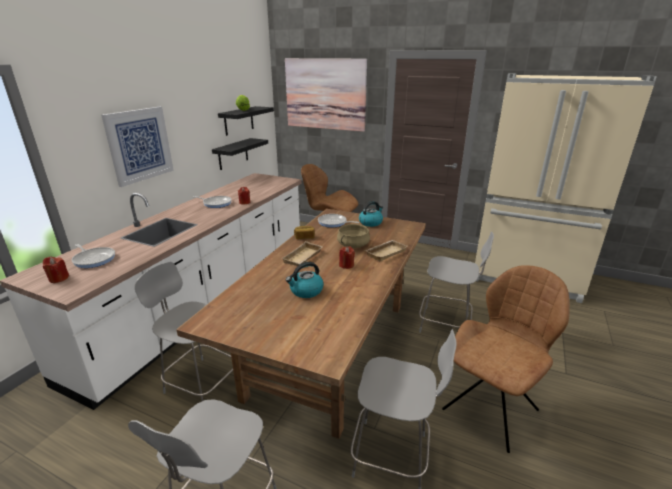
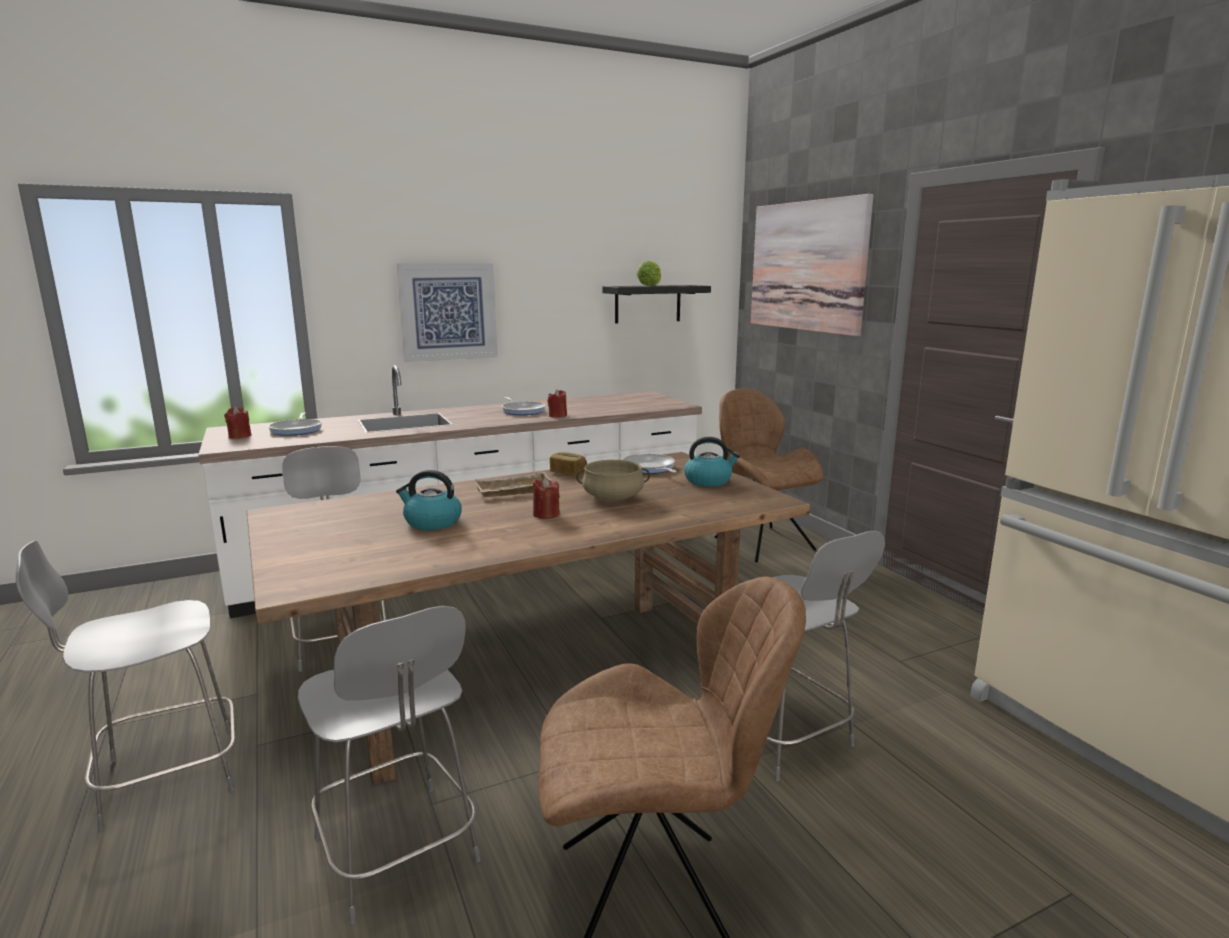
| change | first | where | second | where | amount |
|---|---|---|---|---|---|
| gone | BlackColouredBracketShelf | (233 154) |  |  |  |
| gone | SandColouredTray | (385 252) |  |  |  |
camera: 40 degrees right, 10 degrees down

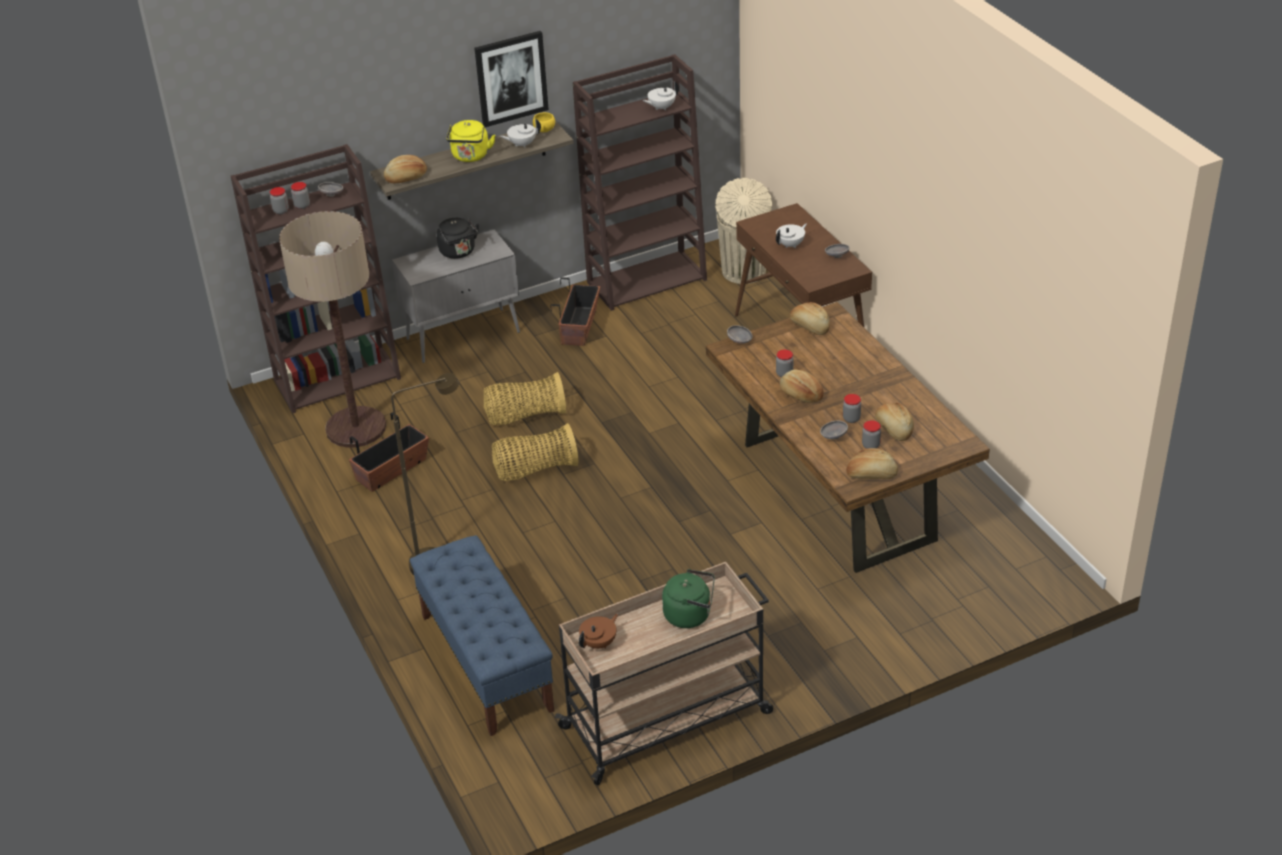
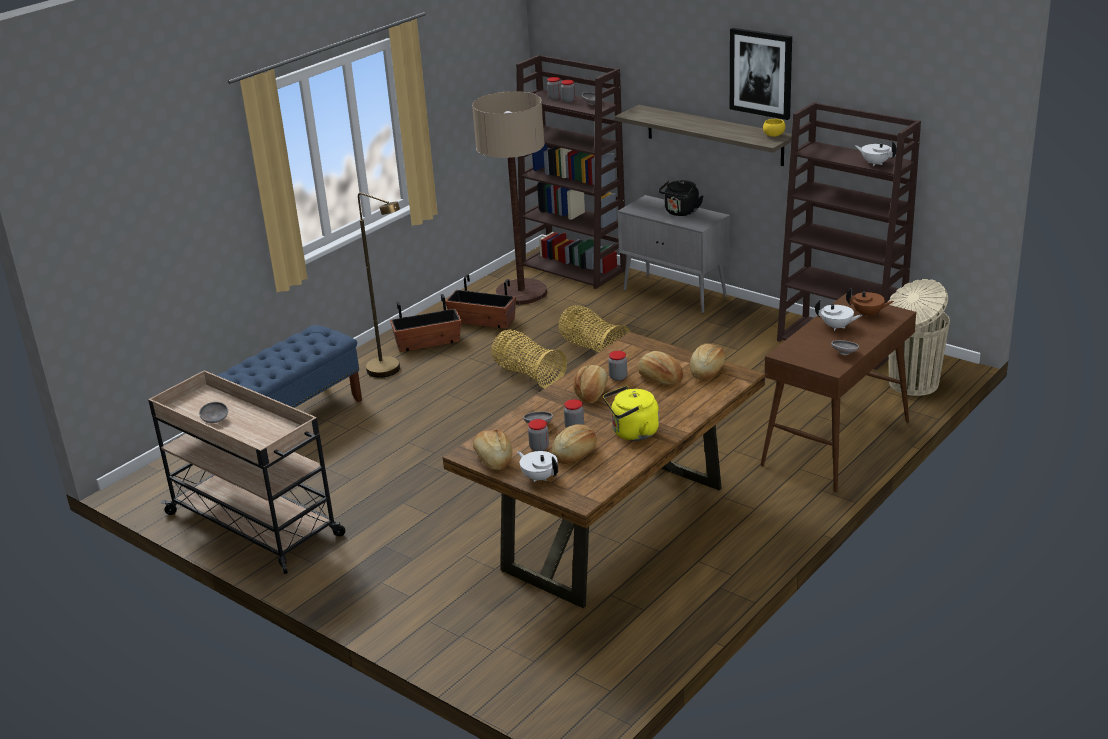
| change | first | where | second | where | amount |
|---|---|---|---|---|---|
| shifted | WhitishPotForTea | (522 144) |  | (539 477) |  |
| shifted | YellowTeaKettle | (470 157) |  | (632 433) |  |
| shifted | Bread | (406 177) |  | (660 378) |  |
| shifted | PlantPot | (580 327) |  | (428 342) |  |
| shifted | GrayServingBowl | (740 341) |  | (215 420) |  |
| gone | GreenTeaKettle | (690 615) |  |  |  |
| shifted | BrownColouredPotForTea | (599 643) |  | (868 314) |  |
camera: 65 degrees right, 10 degrees down

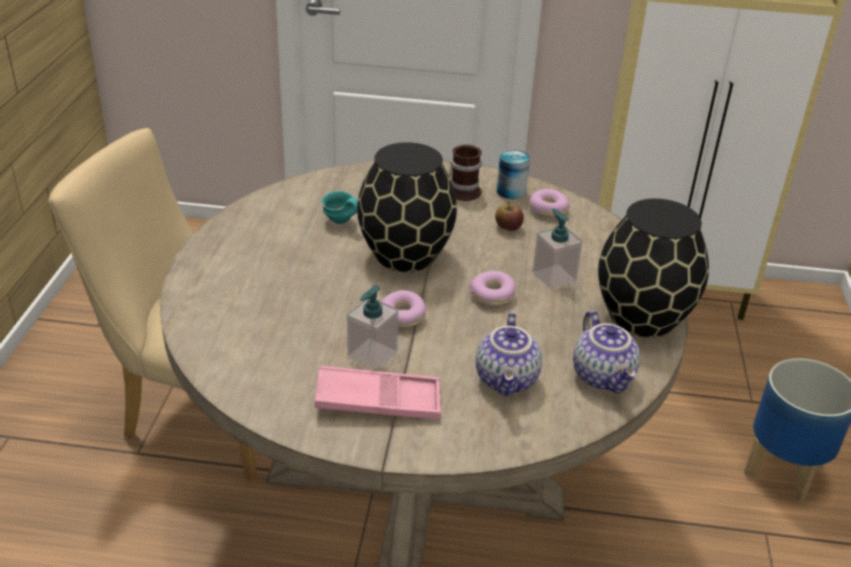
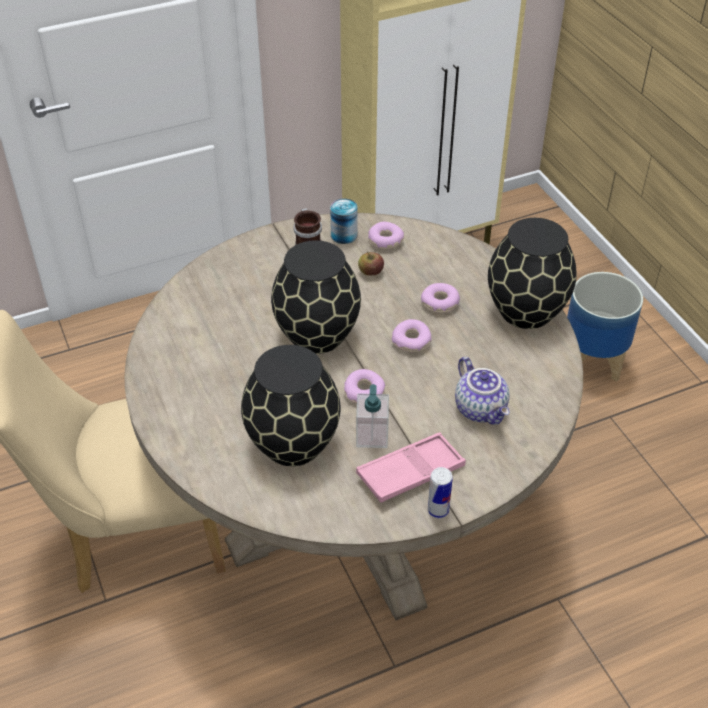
| change | first | where | second | where | amount |
|---|---|---|---|---|---|
| gone | TurquoiseColouredMug | (340 223) |  |  |  |
| swapped | SoapDispenser | (553 276) | Donut | (440 303) |  |
| gone | PotForTea | (604 377) |  |  |  |
| new |  |  | BlackColouredFlowerVase | (291 443) |  |
| new |  |  | SealedCan | (438 510) |  |
camera: 30 degrees left, 10 degrees up

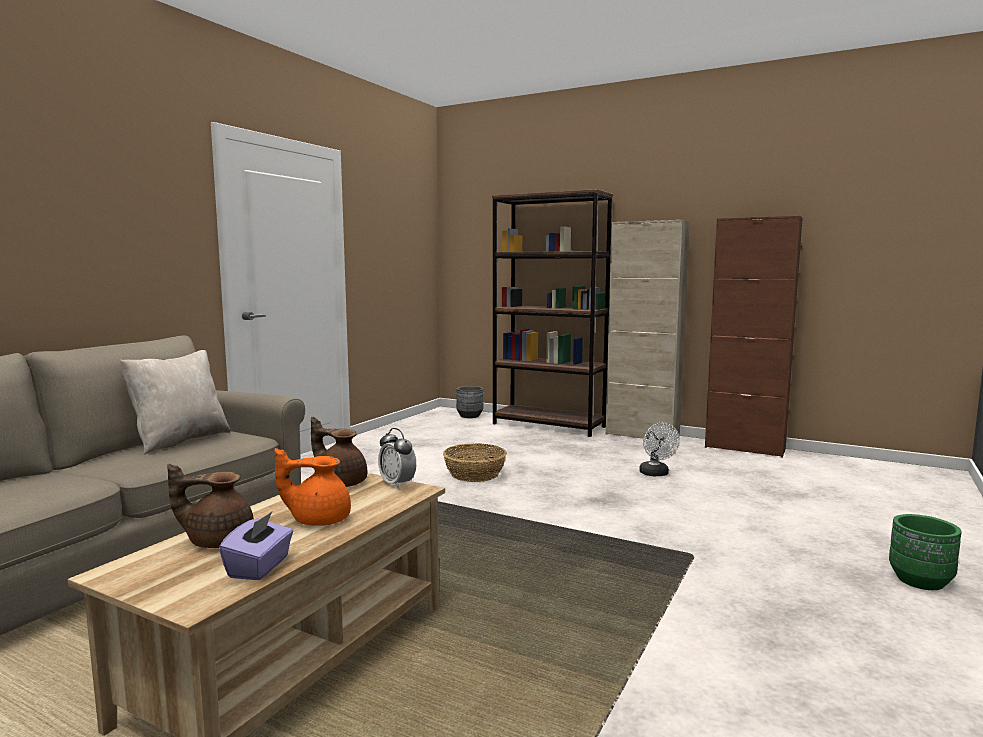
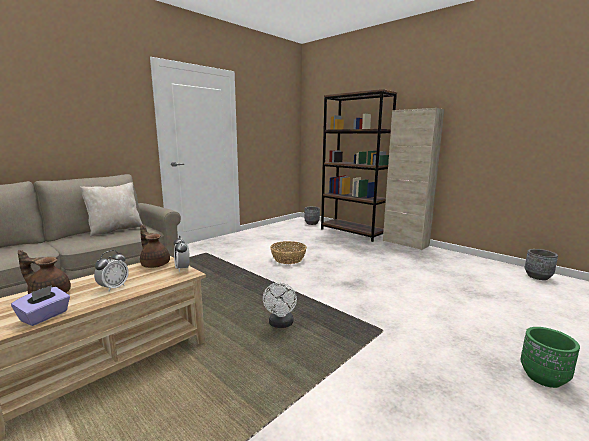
| change | first | where | second | where | amount |
|---|---|---|---|---|---|
| gone | BrownColouredCabinet | (744 448) |  |  |  |
| shifted | WhitishCoolingFan | (656 474) |  | (280 324) |  |
| swapped | OrangeyPotForTea | (318 520) | AlarmClock | (113 288) |  |
| new |  |  | GrayPlantPot | (538 276) |  |
camera: 15 degrees right, 5 degrees up

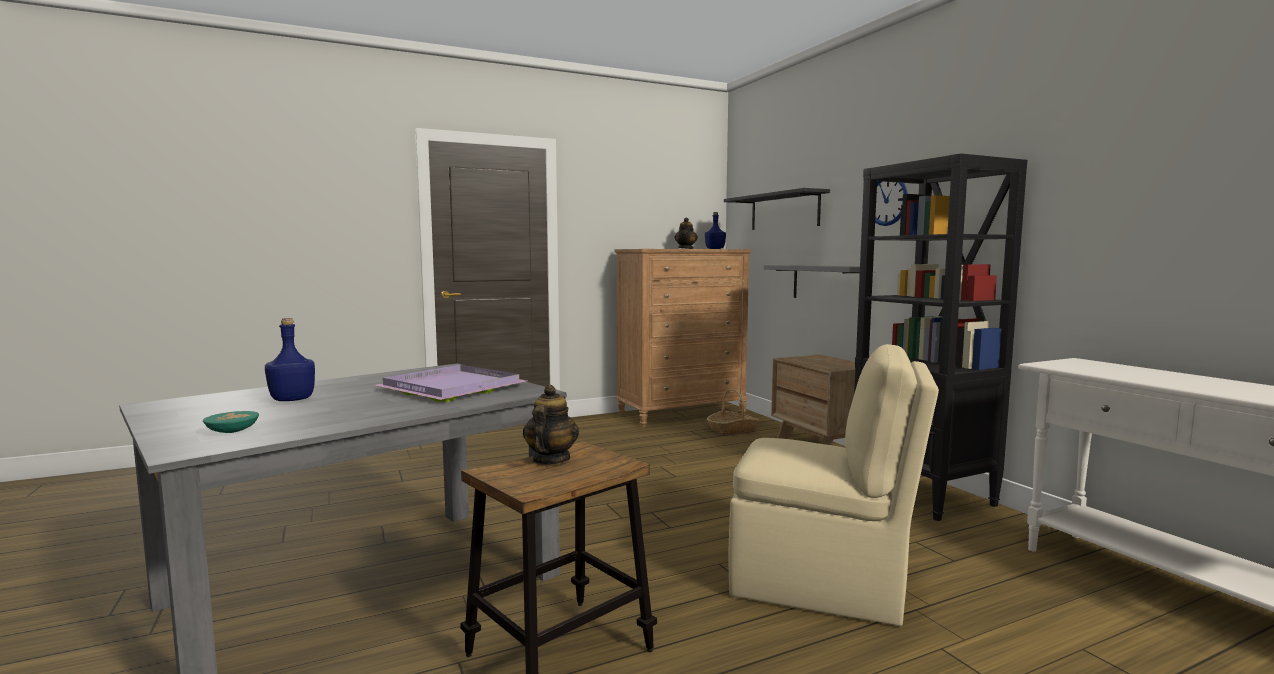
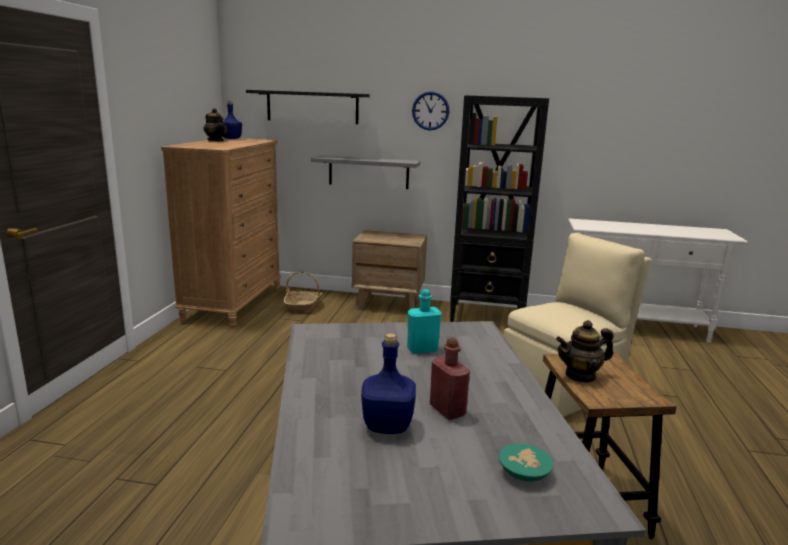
| change | first | where | second | where | amount |
|---|---|---|---|---|---|
| swapped | PurpleColouredTray | (452 387) | TurquoiseColouredBeverageBottle | (422 349) |  |
| rotated | PotForTea | (550 460) |  | (580 375) | 60 degrees counterclockwise |
| new |  |  | RedColouredBeverageBottle | (447 410) |  |
camera: 55 degrees left, 10 degrees up

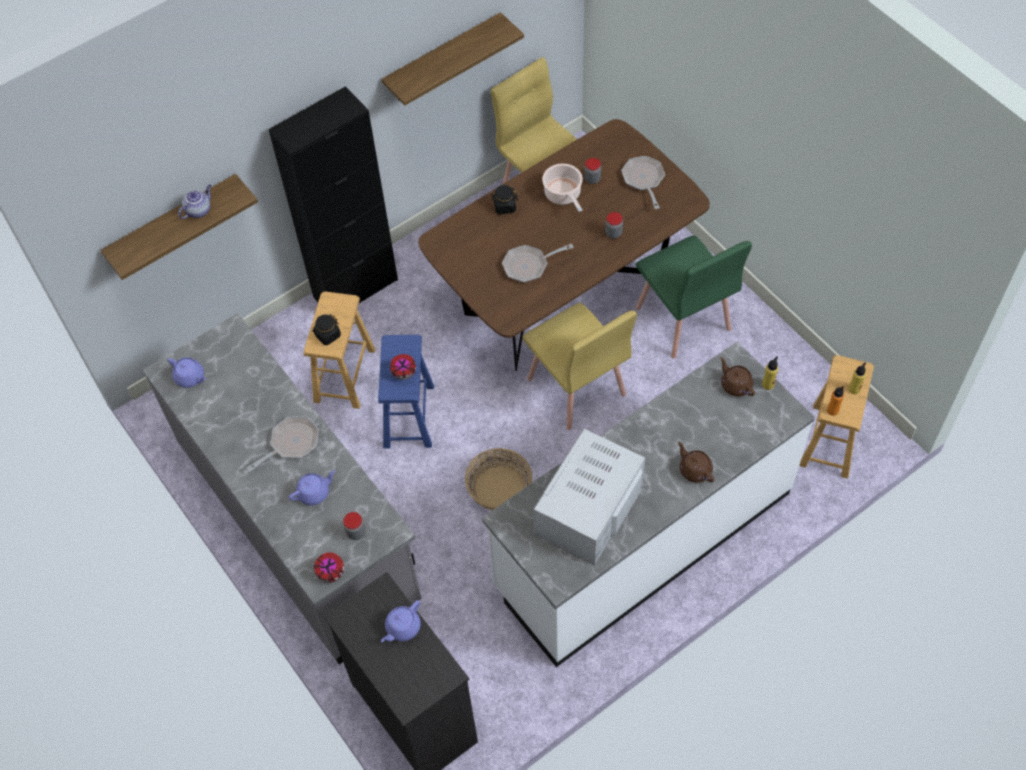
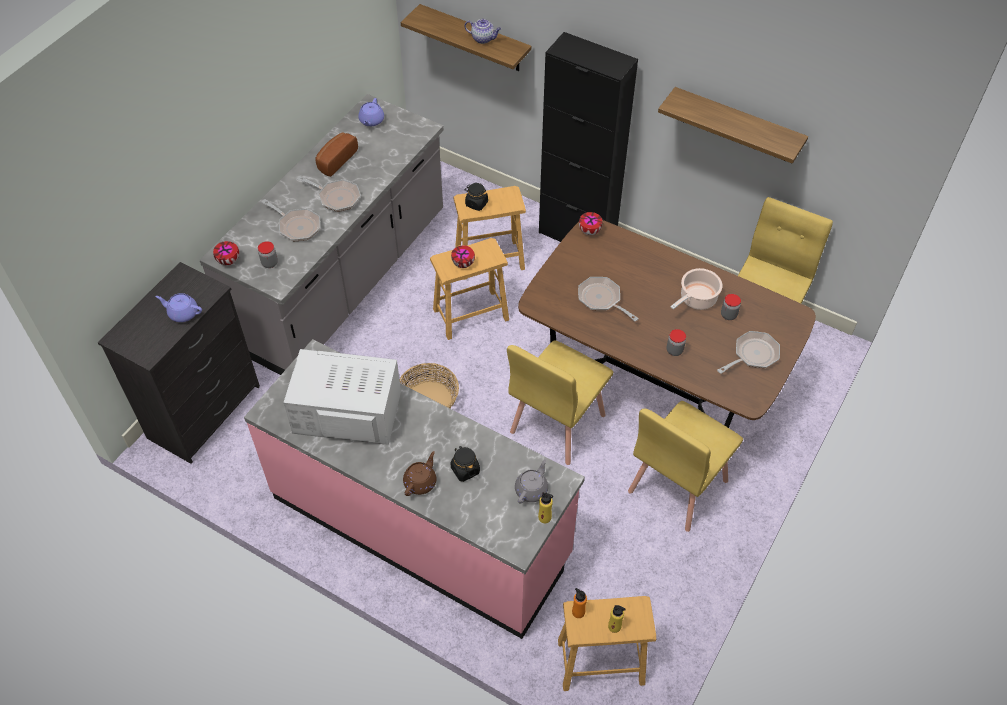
| change | first | where | second | where | amount |
|---|---|---|---|---|---|
| shifted | BlackColouredJar | (504 206) |  | (465 470) |  |
| repainted | GreenChair | (683 319) | YellowChair | (676 486) |  |
| repainted | BluishStoolSeat | (408 416) | BrownColouredStoolSeat | (470 314) |  |
| repainted | WhitishKitchenBaseUnit | (642 540) | PinkishKitchenBaseUnit | (421 526) |  |
| repainted | BrownColouredPotForTea | (735 385) | GrayPotForTea | (532 489) |  |
| swapped | PurpleColouredPotForTea | (314 492) | Pan | (297 226) |  |
| new |  |  | Bread | (335 160) |  |
| new |  |  | ServingBowl | (589 231) |  |
camera: 65 degrees right, 5 degrees down

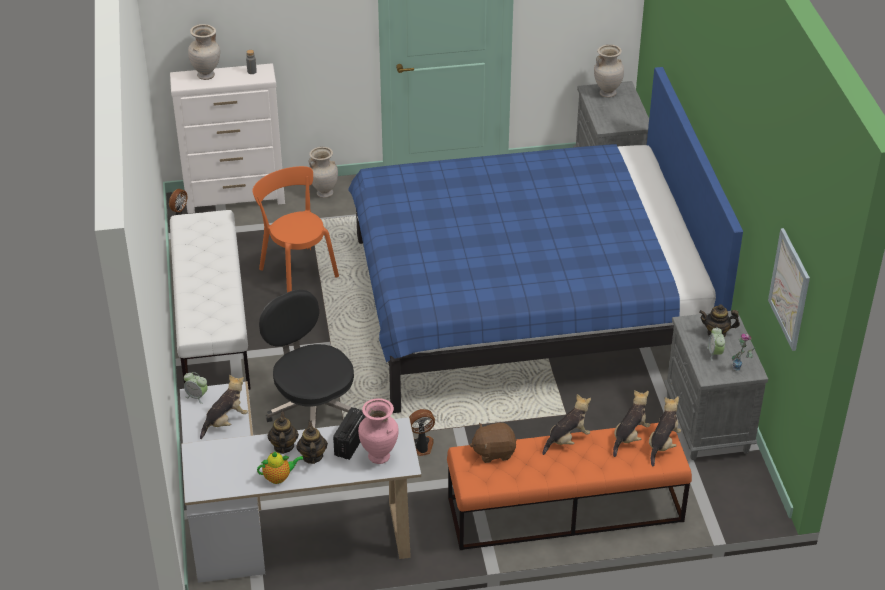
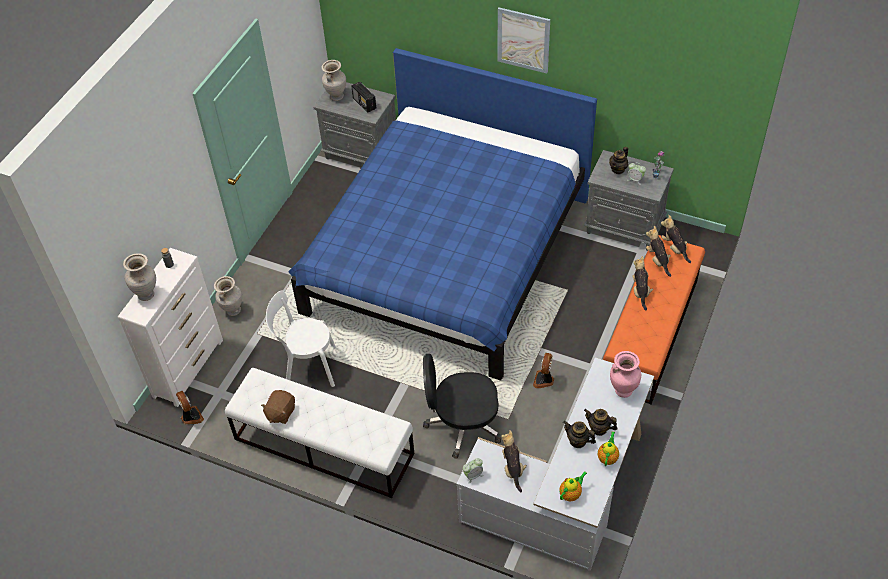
| change | first | where | second | where | amount |
|---|---|---|---|---|---|
| repainted | OrangeyChair | (297 270) | WhitishChair | (307 367) |  |
| shifted | WallArt | (789 289) |  | (523 40) |  |
| shifted | Radio | (350 443) |  | (364 104) |  |
| shifted | BrownColouredPlushToy | (493 451) |  | (280 413) |  |
| new |  |  | PotForTea | (571 494) |  |
camera: 55 degrees left, 10 degrees up

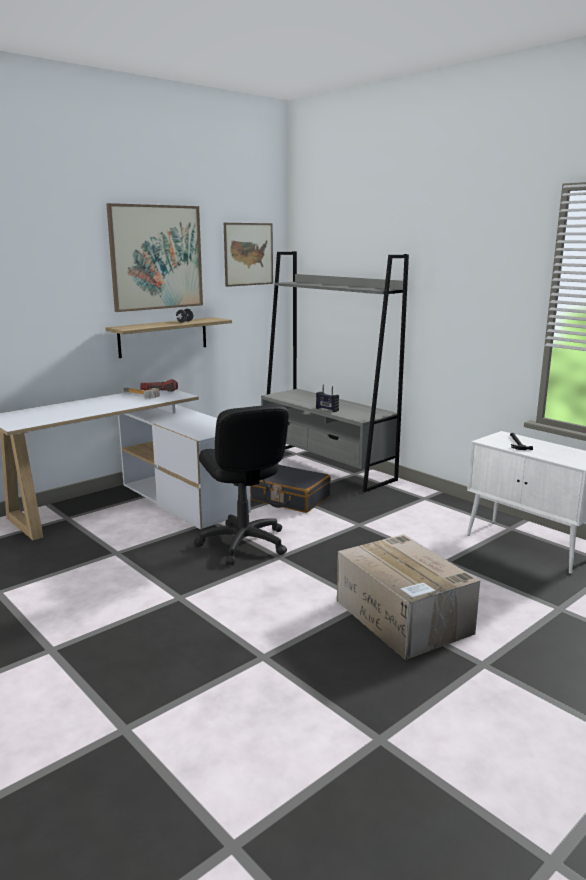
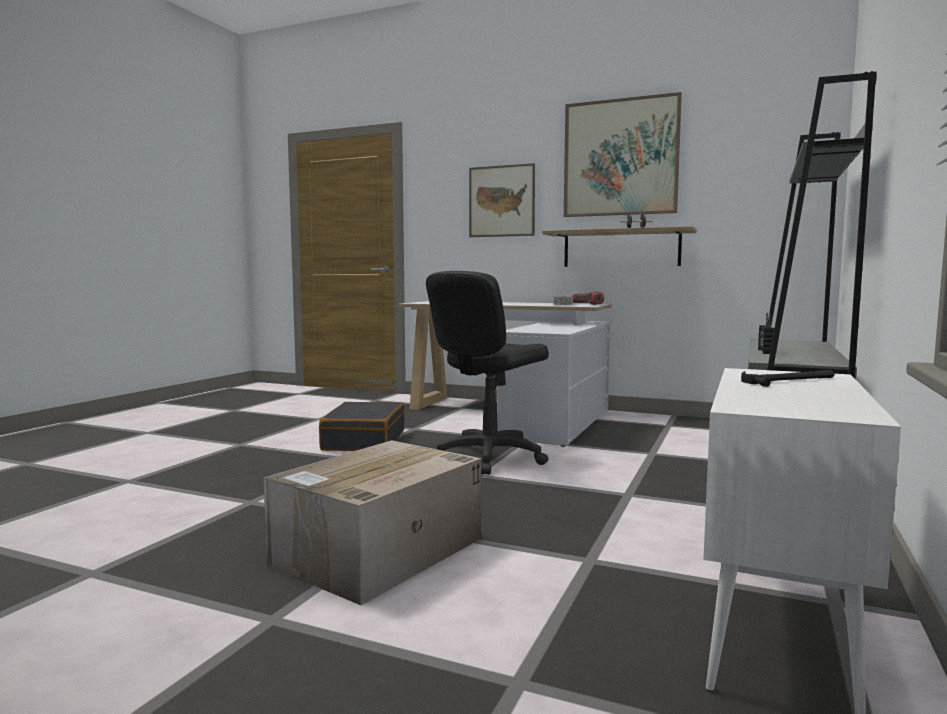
| change | first | where | second | where | amount |
|---|---|---|---|---|---|
| shifted | WallArt | (248 254) |  | (501 201) |  |
| shifted | BlackColouredSuitcase | (290 498) |  | (363 440) |  |
camera: 65 degrees right, 10 degrees down

